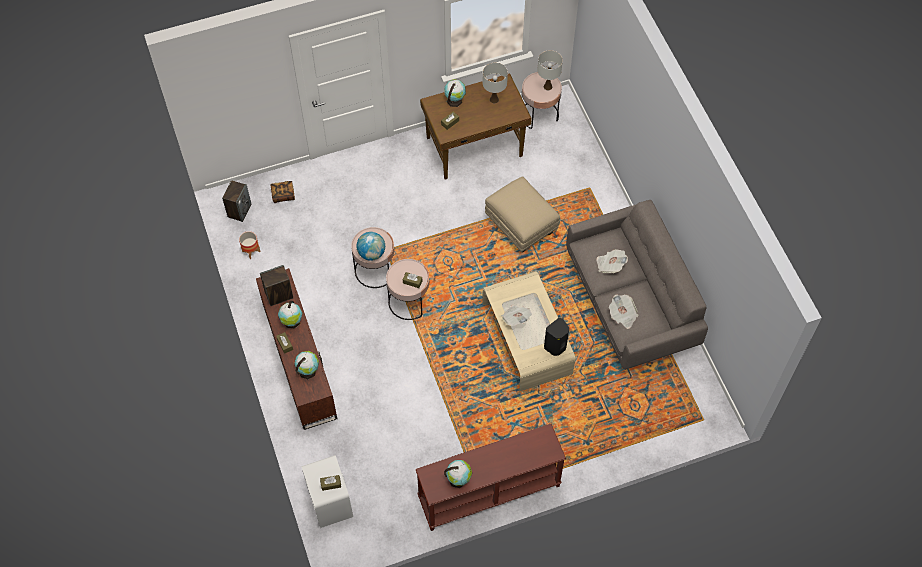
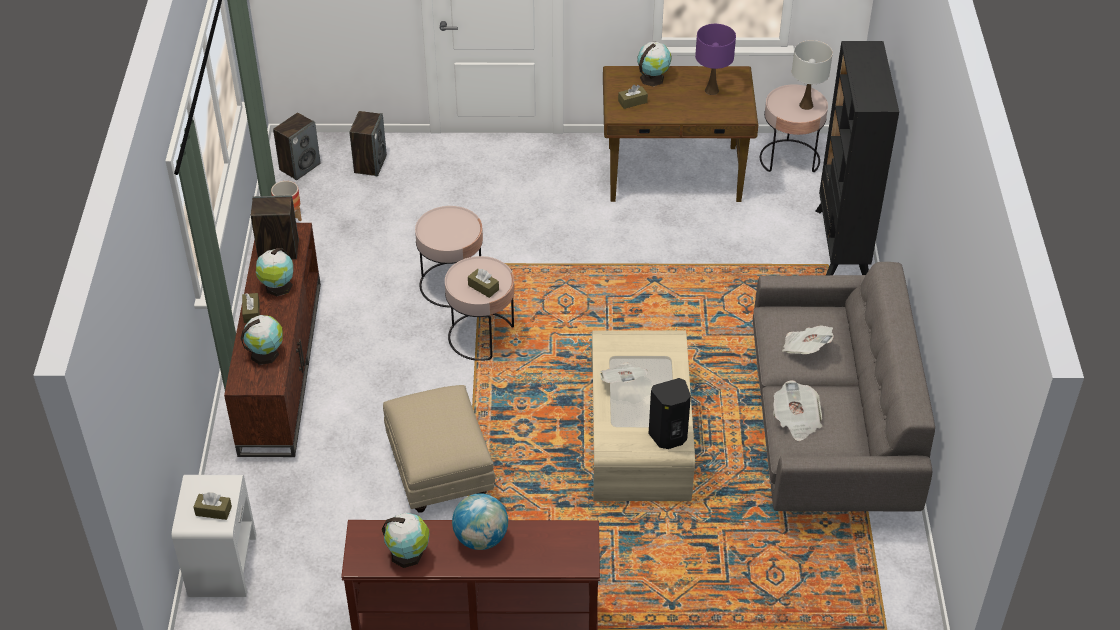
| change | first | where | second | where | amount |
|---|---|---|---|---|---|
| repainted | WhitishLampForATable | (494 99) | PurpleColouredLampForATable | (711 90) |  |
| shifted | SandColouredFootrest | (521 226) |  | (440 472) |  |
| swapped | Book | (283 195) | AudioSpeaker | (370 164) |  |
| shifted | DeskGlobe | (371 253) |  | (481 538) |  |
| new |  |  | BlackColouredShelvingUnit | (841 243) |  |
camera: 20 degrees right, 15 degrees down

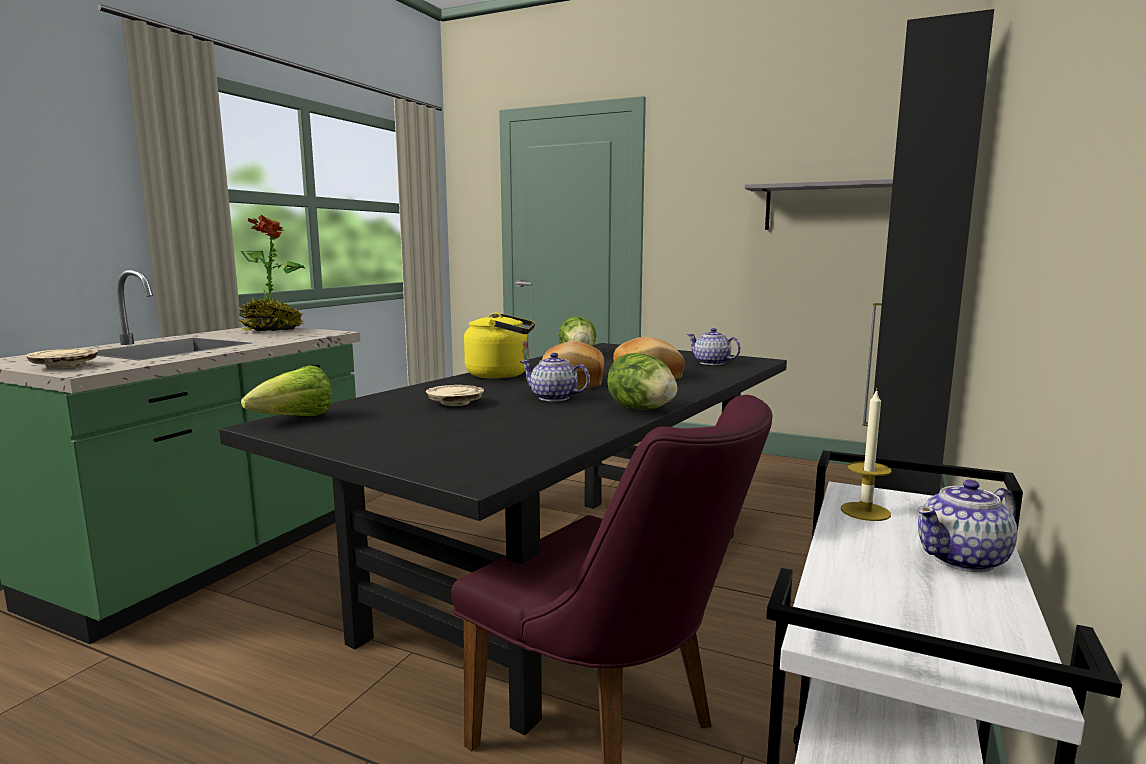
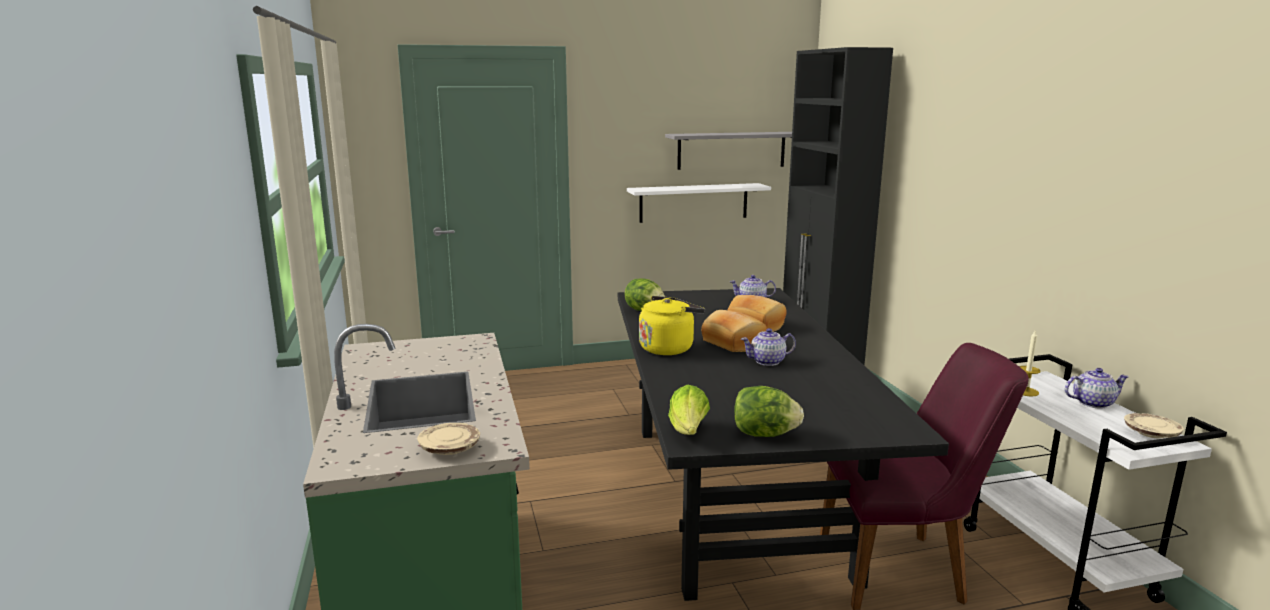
| change | first | where | second | where | amount |
|---|---|---|---|---|---|
| gone | PlantInAPot | (272 331) |  |  |  |
| shifted | Lettuce | (641 409) |  | (764 434) |  |
| shifted | SandColouredDinnerPlate | (455 403) |  | (1150 433) |  |
| rotated | PotForTea | (964 559) |  | (1092 403) | 120 degrees counterclockwise |
| new |  |  | WhitishBracketShelf | (693 202) |  |
camera: 40 degrees left, 5 degrees up

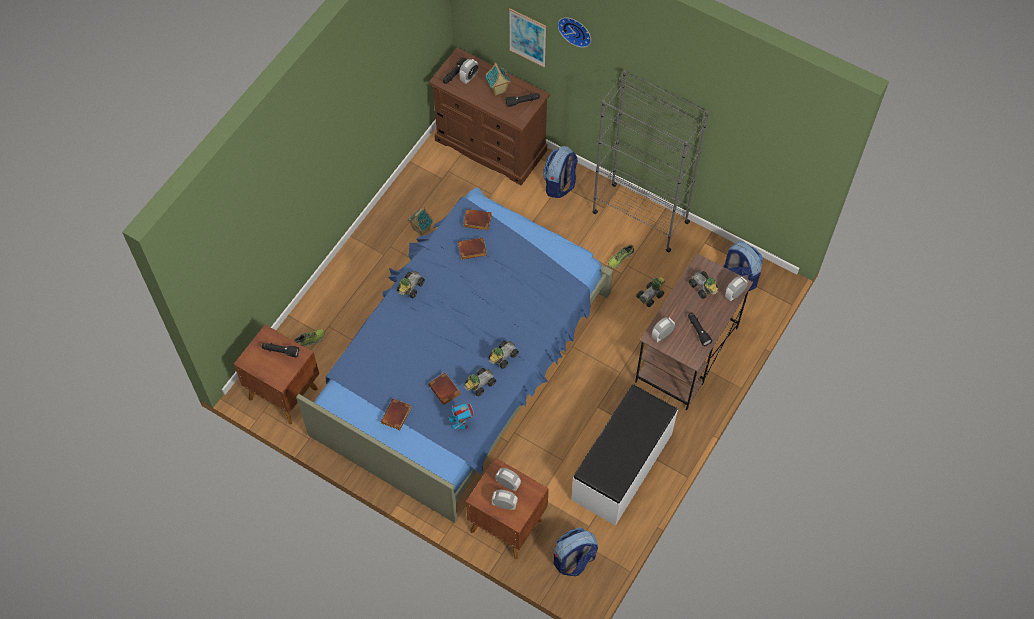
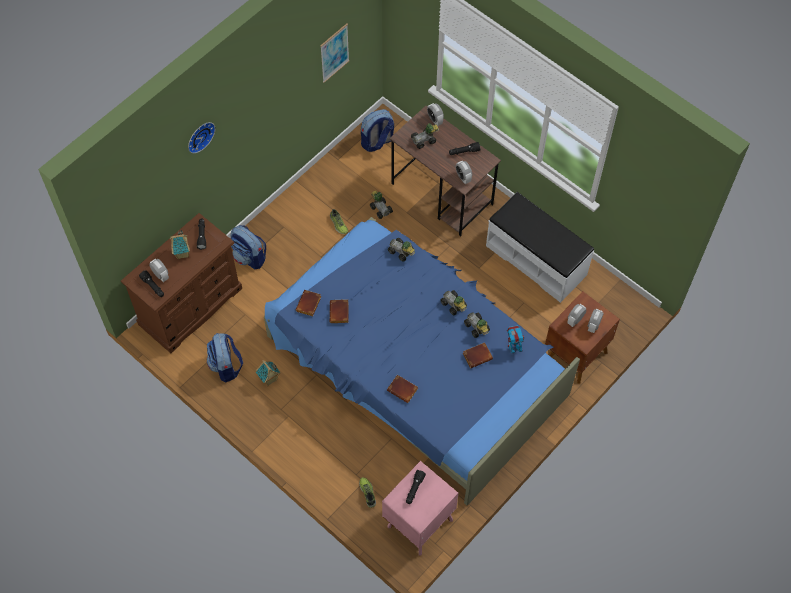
| change | first | where | second | where | amount |
|---|---|---|---|---|---|
| shifted | WallArt | (527 37) |  | (334 53) |  |
| gone | GrayShelvingUnit | (640 217) |  |  |  |
| shifted | MiniatureCar | (409 288) |  | (401 252) |  |
| repainted | BrownColouredNightstand | (283 392) | PinkishNightstand | (418 523) |  |
| shifted | BrownColouredBook | (397 416) |  | (403 389) |  |
| shifted | Rucksack | (574 560) |  | (226 366) |  |
camera: 80 degrees left, 0 degrees up

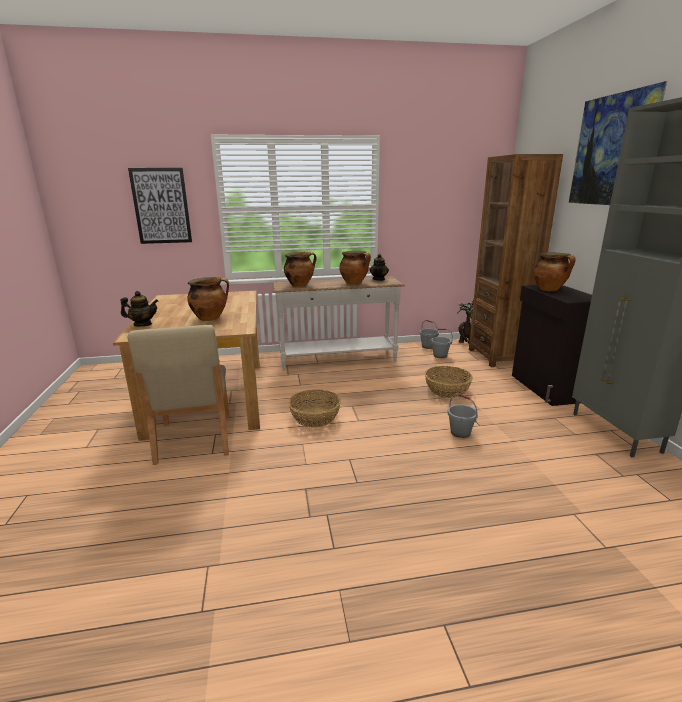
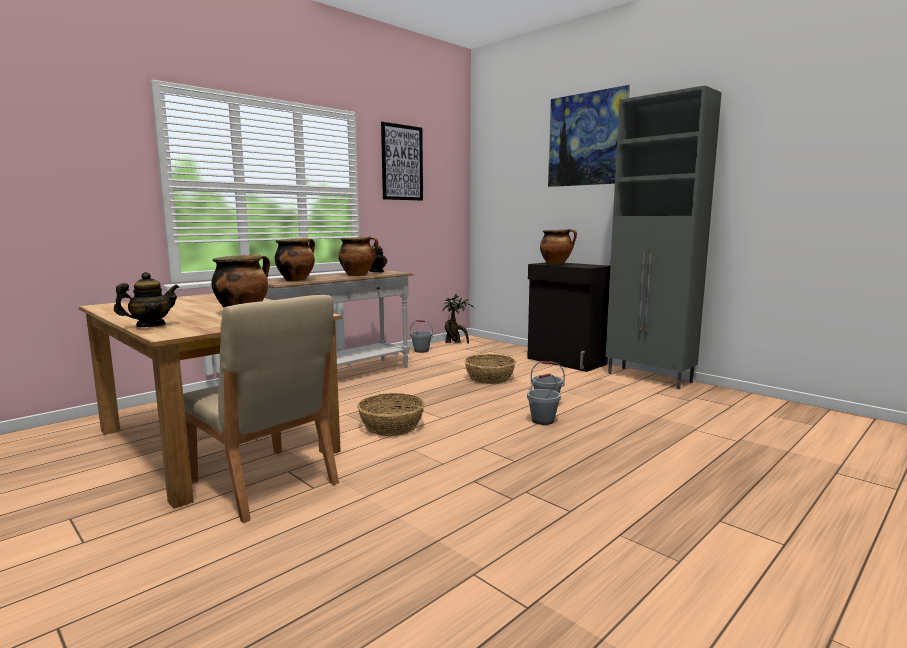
| change | first | where | second | where | amount |
|---|---|---|---|---|---|
| gone | BrownColouredShelvingUnit | (498 356) |  |  |  |
| shifted | WallArt | (161 206) |  | (402 162) |  |
| shifted | GrayPail | (440 355) |  | (542 420) |  |
camera: 35 degrees left, 10 degrees down

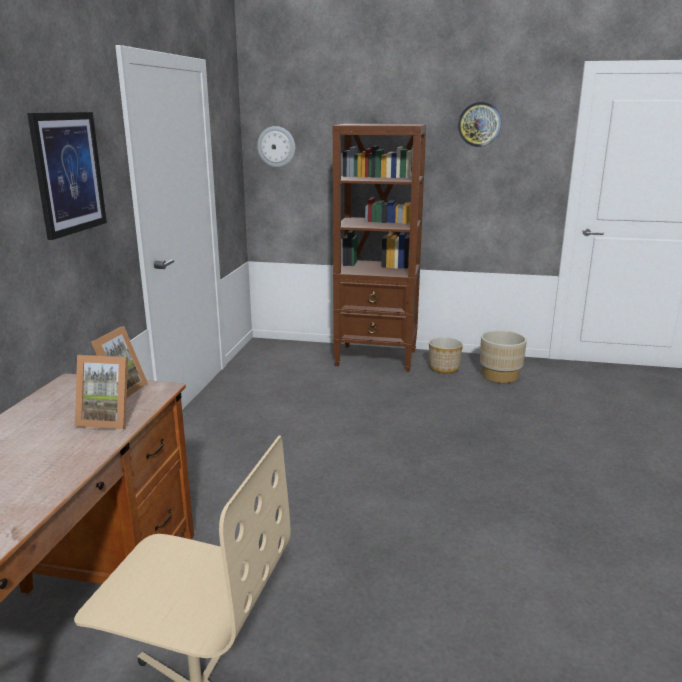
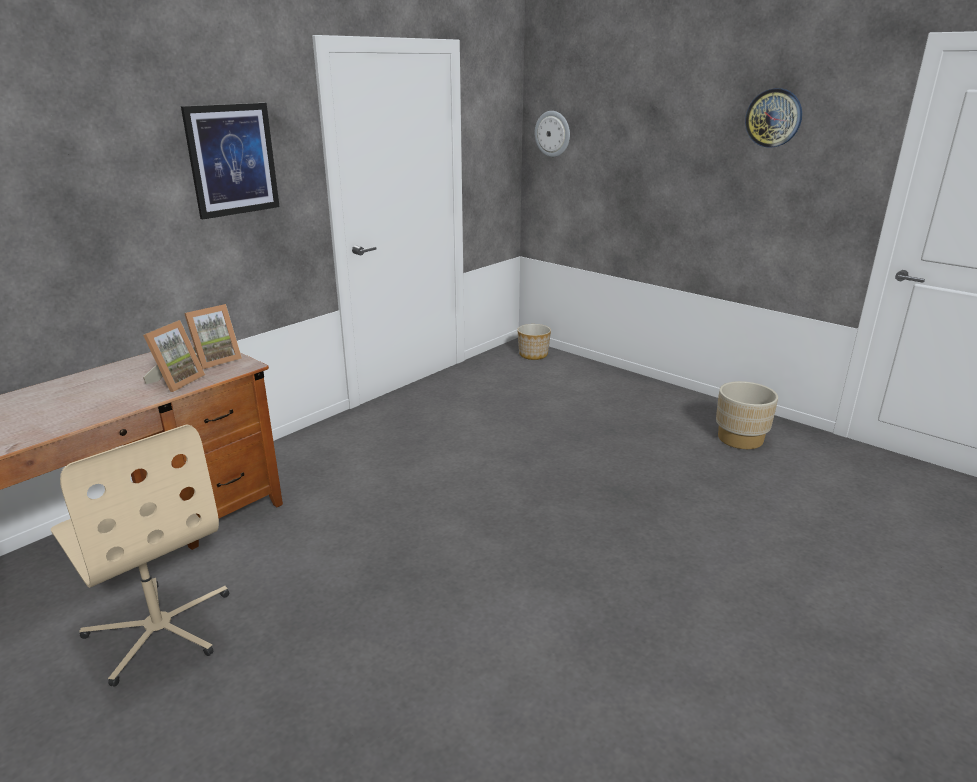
| change | first | where | second | where | amount |
|---|---|---|---|---|---|
| gone | BrownColouredShelvingUnit | (377 358) |  |  |  |
| shifted | PlantPot | (443 368) |  | (533 354) |  |
| rotated | PhotoFrame | (108 419) |  | (176 381) | 105 degrees counterclockwise |
camera: 30 degrees right, 5 degrees up

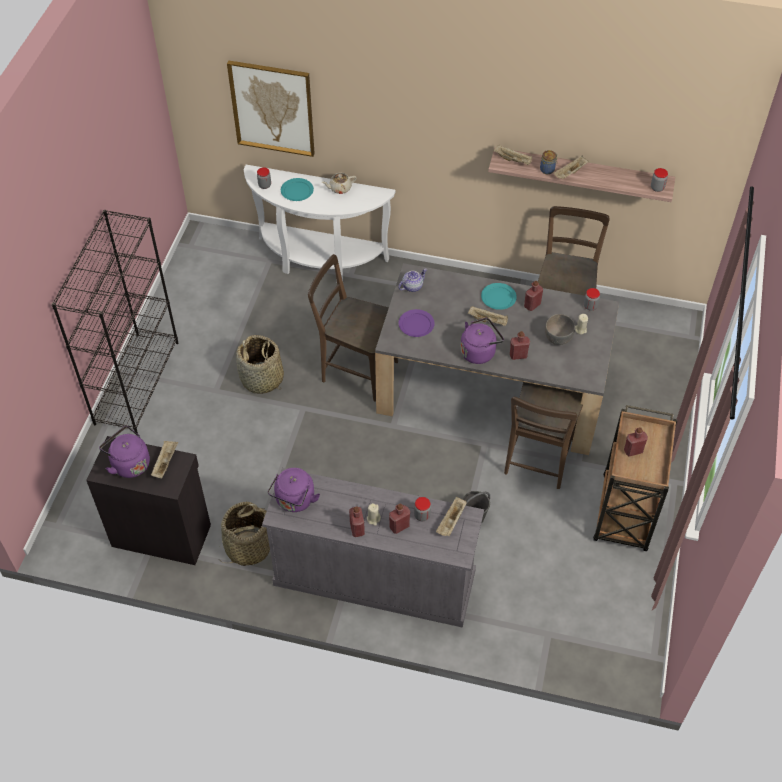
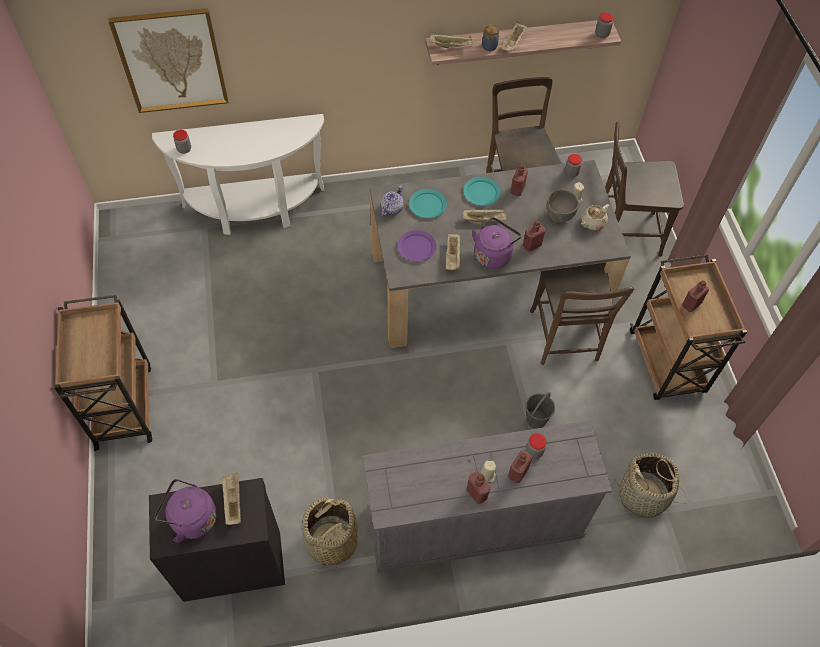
| change | first | where | second | where | amount |
|---|---|---|---|---|---|
| shifted | SandColouredPotForTea | (339 188) |  | (592 223) |  |
| shifted | TurquoiseColouredDinnerPlate | (297 191) |  | (427 205) |  |
| swapped | BlackColouredShelvingUnit | (137 382) | BrownColouredWheeledCart | (123 404) |  |
| shifted | BrownColouredChair | (355 370) |  | (623 233) |  |
| shifted | HouseholdBasket | (262 379) |  | (644 495) |  |
| gone | PurpleColouredTeaKettle | (294 501) |  |  |  |
| shifted | SandColouredTray | (451 521) |  | (453 256) |  |
camera: 25 degrees left, 5 degrees up

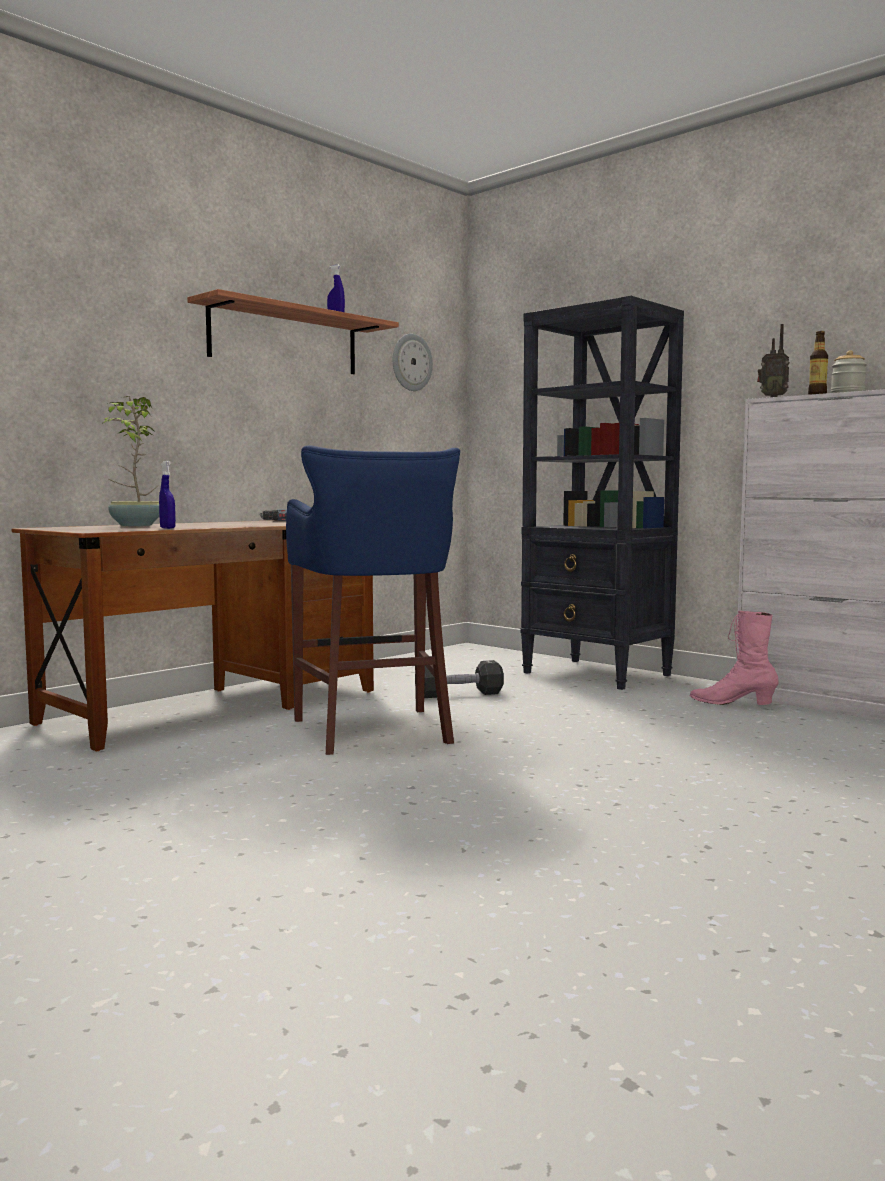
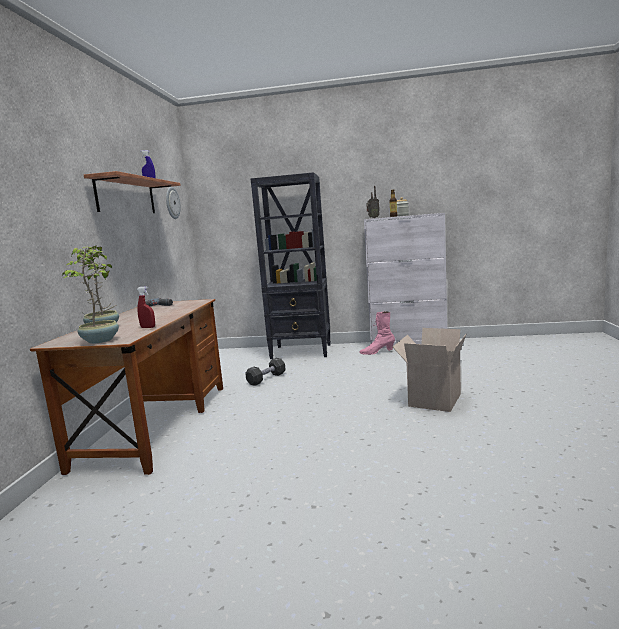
| change | first | where | second | where | amount |
|---|---|---|---|---|---|
| gone | BluishStoolSeat | (375 732) |  |  |  |
| repainted | BluishHandSprayer | (167 528) | RedColouredHandSprayer | (148 327) |  |
| new |  |  | PlantInAPot | (101 340) |  |
| new |  |  | Carton | (433 399) |  |
camera: 35 degrees left, 5 degrees up

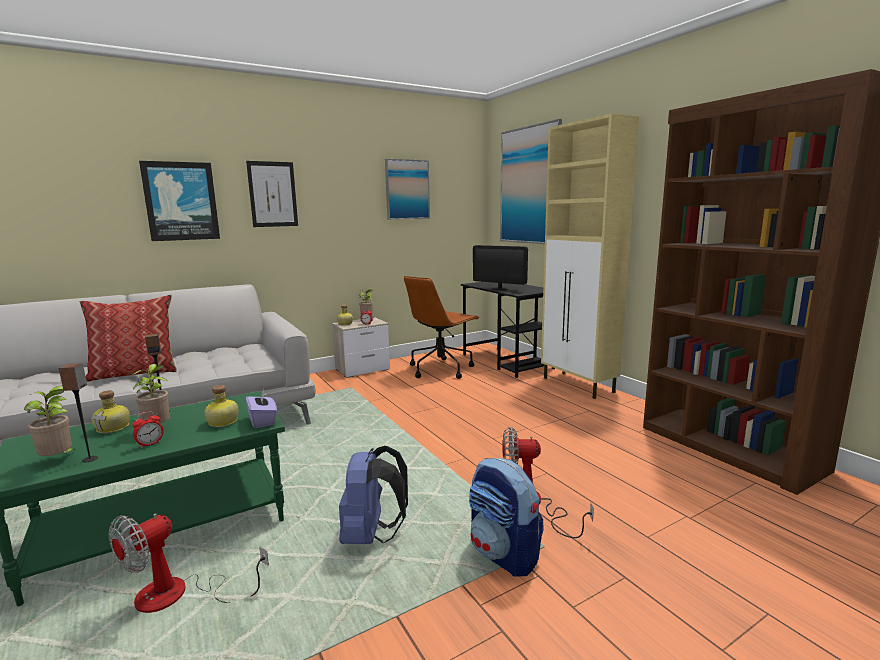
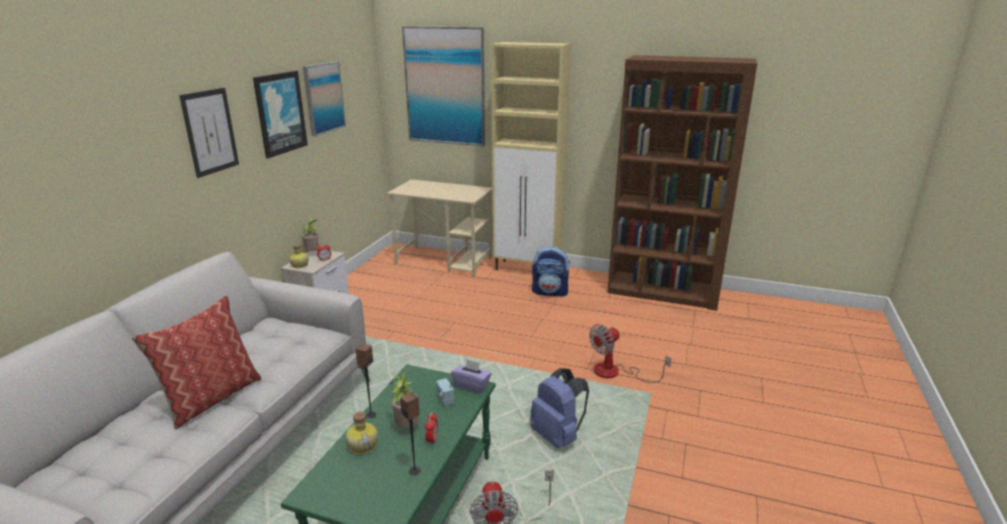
| change | first | where | second | where | amount |
|---|---|---|---|---|---|
| shifted | WallArt | (181 201) |  | (280 113) |  |
| gone | Monitor | (500 289) |  |  |  |
| gone | BrownColouredDeskChair | (441 369) |  |  |  |
| repainted | BlackColouredDeskUnit | (507 361) | SandColouredDeskUnit | (444 261) |  |
| swapped | BeverageBottle | (223 422) | Radio | (445 400) |  |
| gone | PlantInAPot | (59 459) |  |  |  |
| shifted | Rucksack | (504 554) |  | (550 292) |  |
camera: 40 degrees left, 10 degrees up

